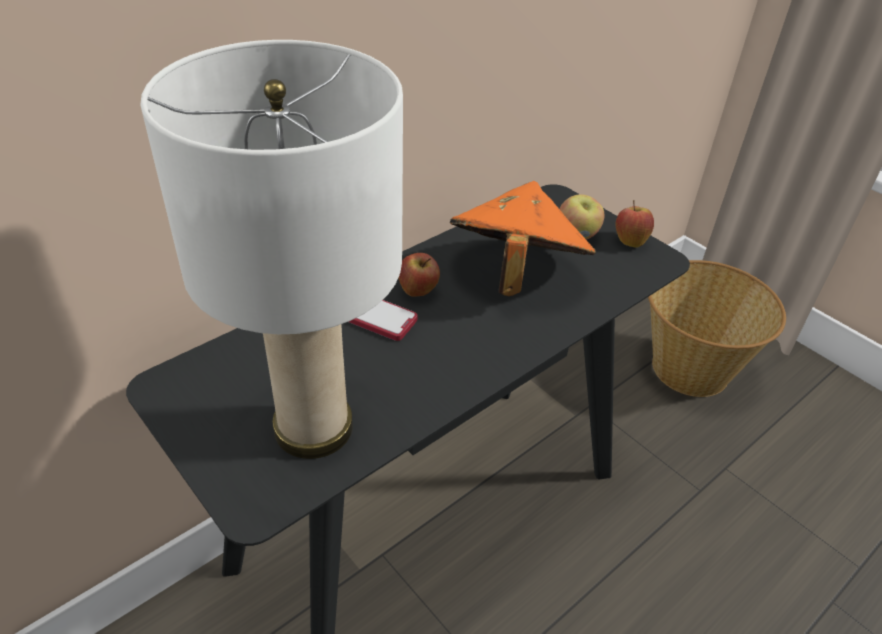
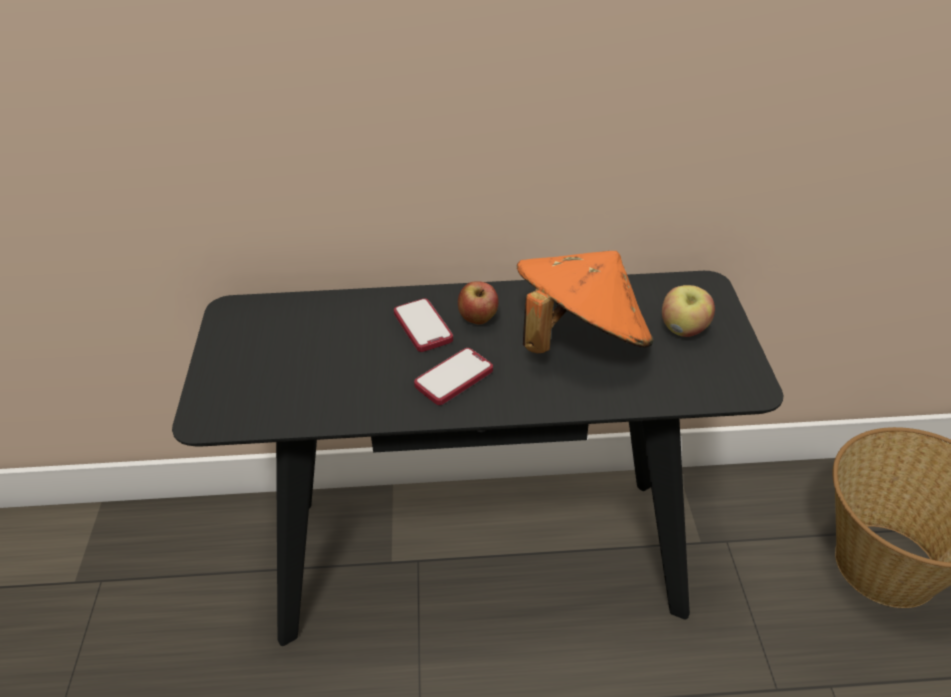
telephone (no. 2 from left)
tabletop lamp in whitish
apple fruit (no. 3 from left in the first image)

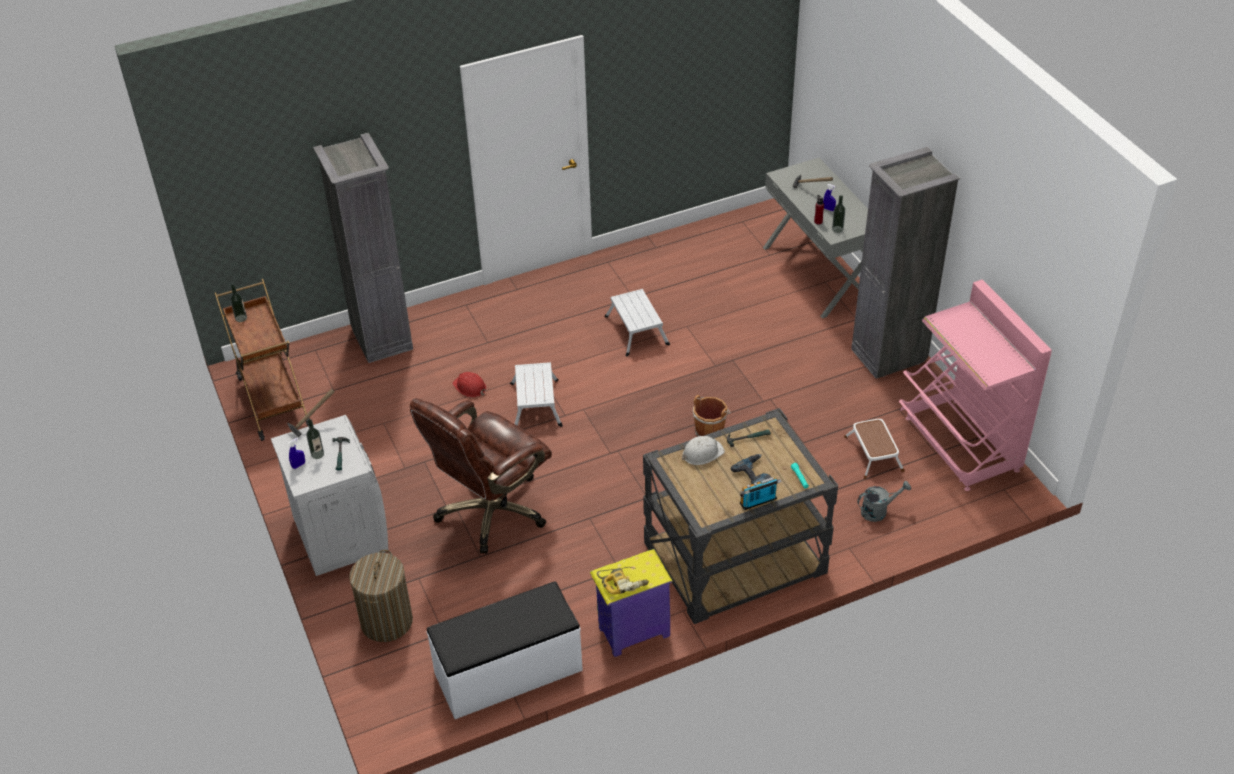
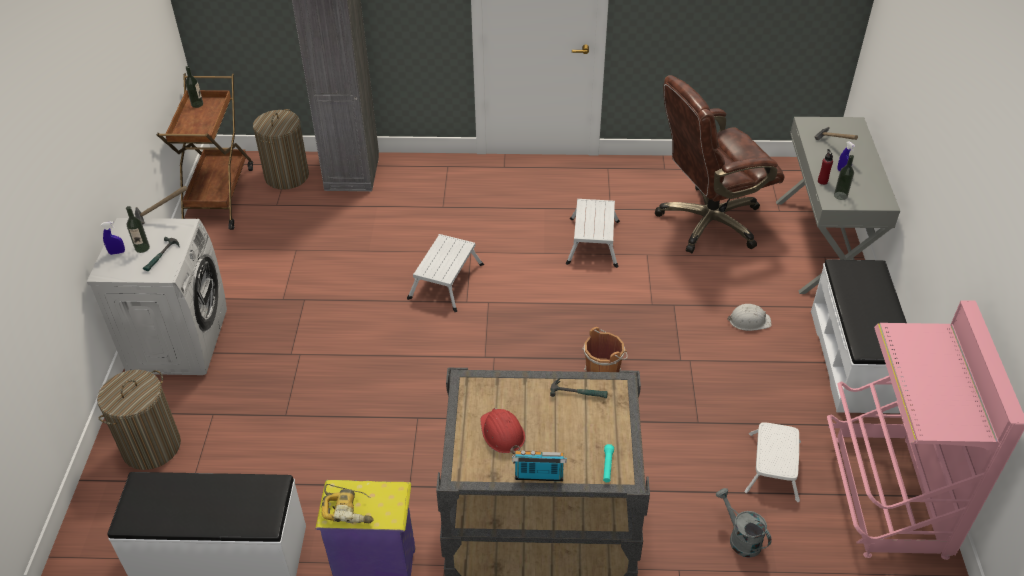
hamper (no. 2 from left)
hard hat in red-coloured
computer chair in brown-coloured
sprinkling can in gray
hard hat in whitish
step stool in whitish (no. 3 from left)
long seat in whitish (no. 2 from left)
electric drill (no. 2 from left in the first image)

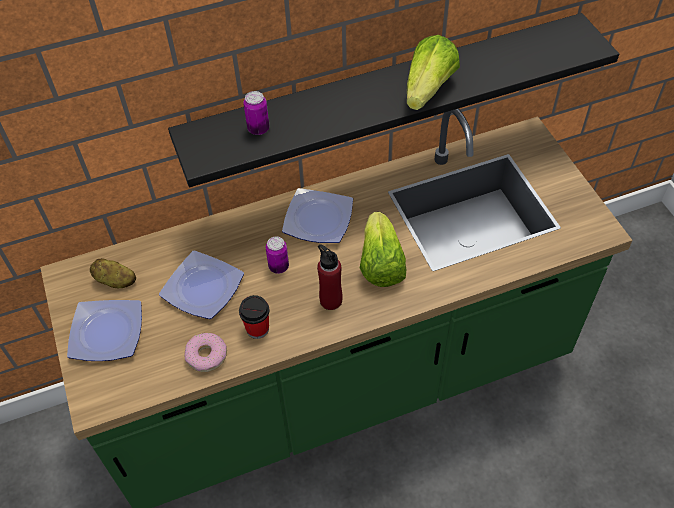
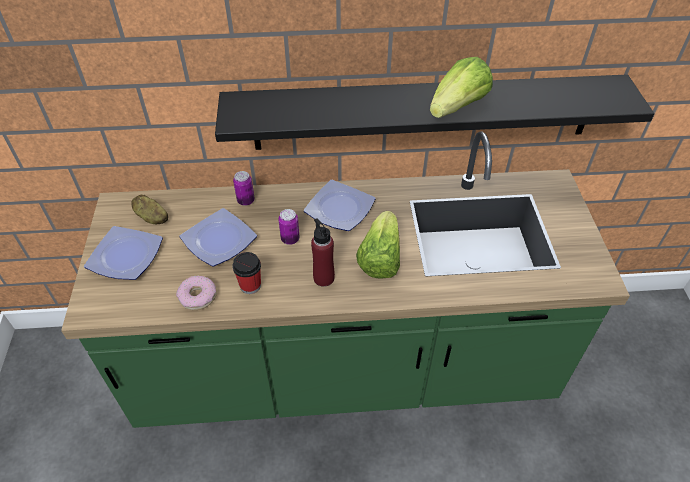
can (no. 1 from left)

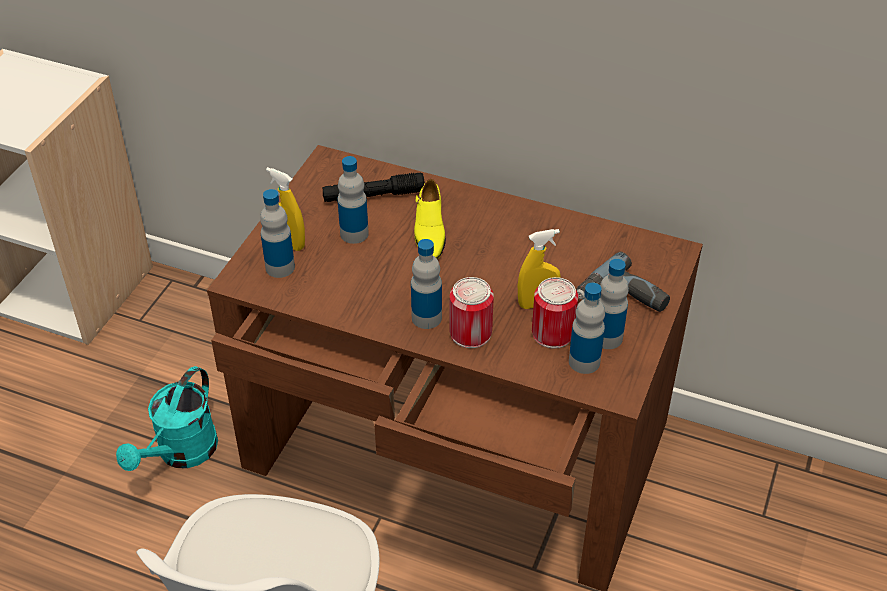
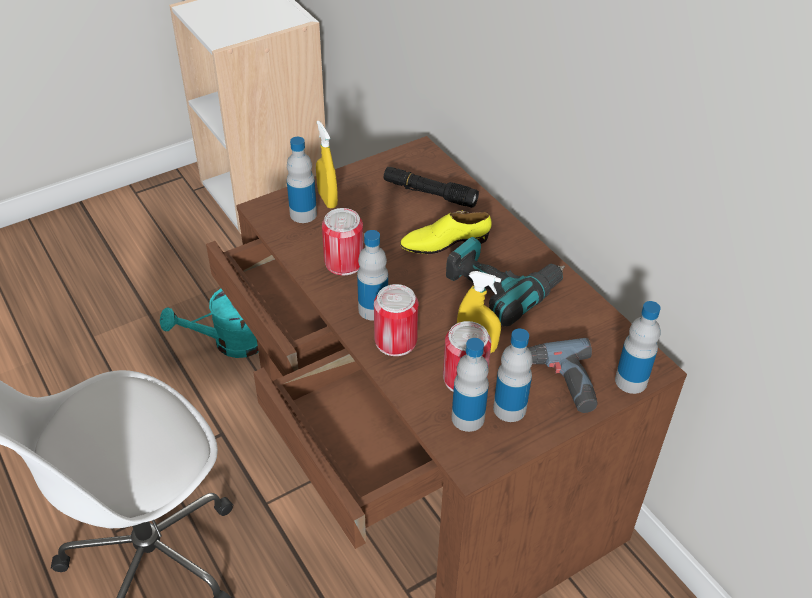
can (no. 1 from left)
shoe in yellowish
electric drill (no. 1 from left)
drink bottle (no. 5 from left)

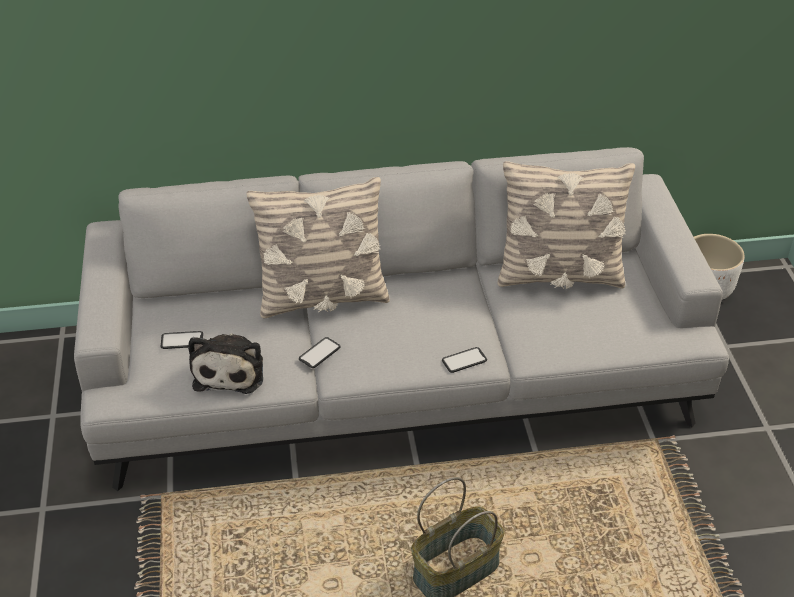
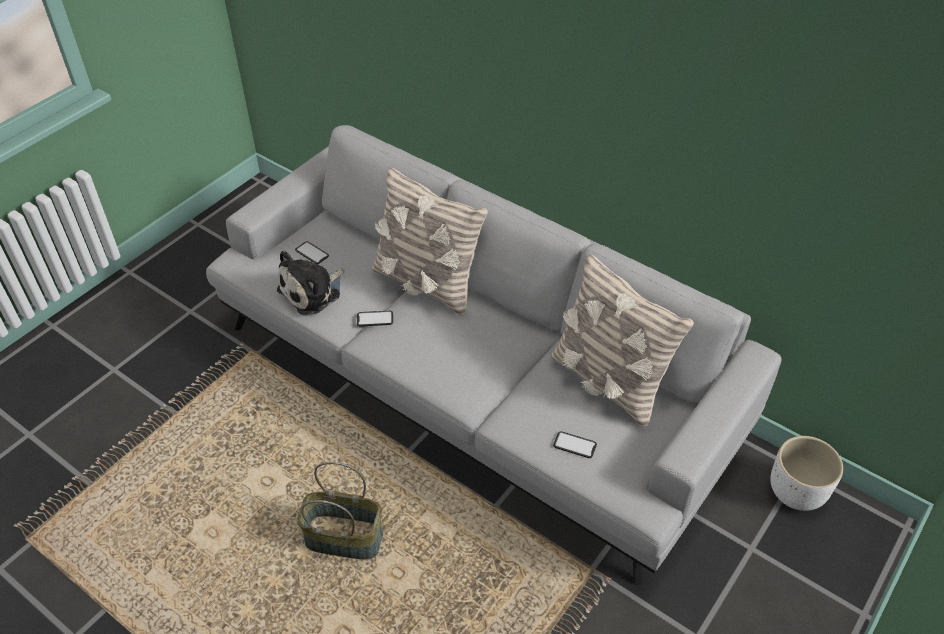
telephone (no. 3 from left)

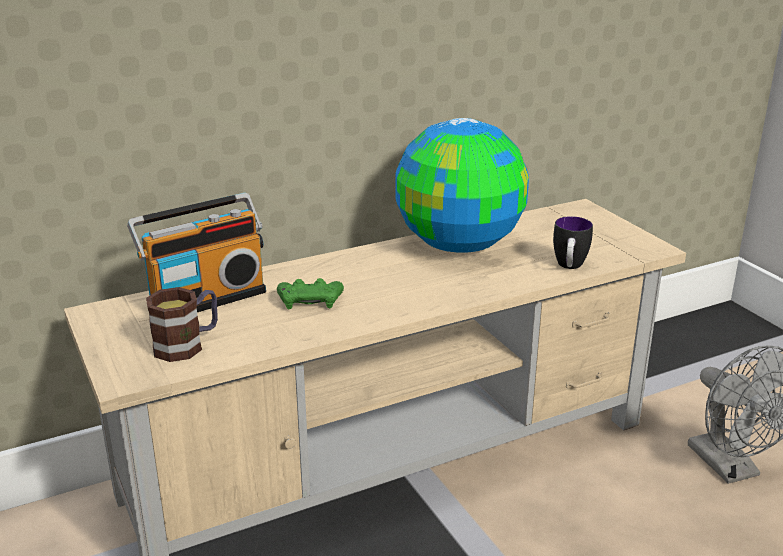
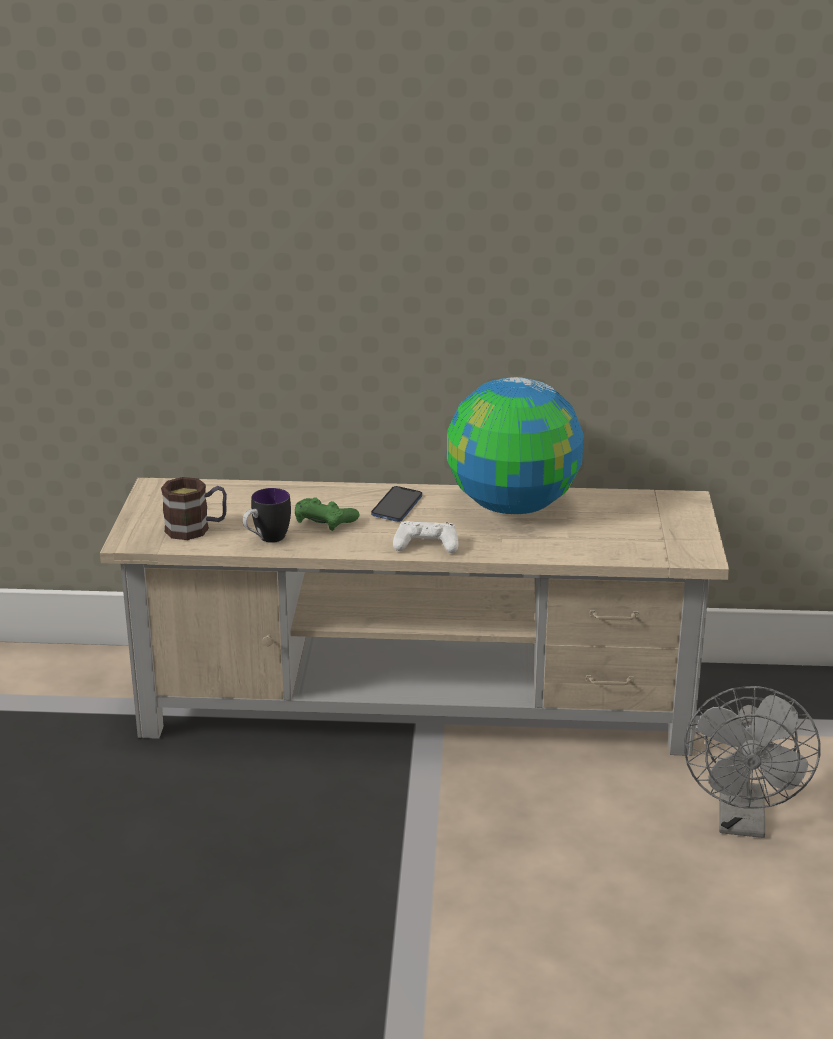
mug (no. 2 from left)
telephone
gamepad in whitish
radio

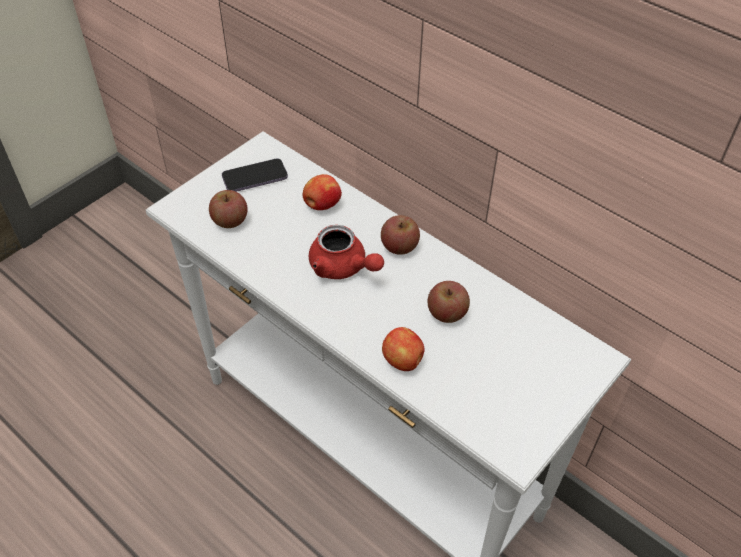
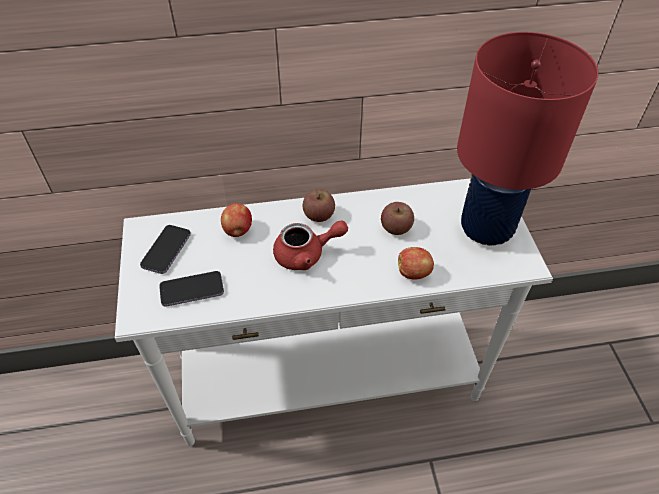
telephone (no. 2 from left)
tabletop lamp in red-coloured

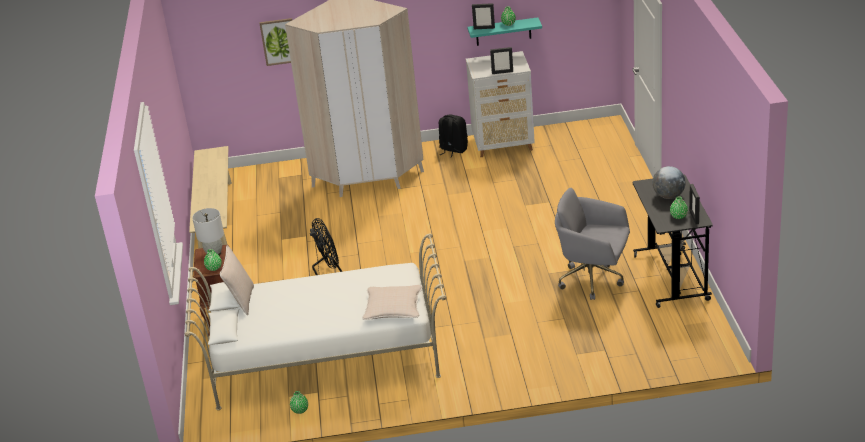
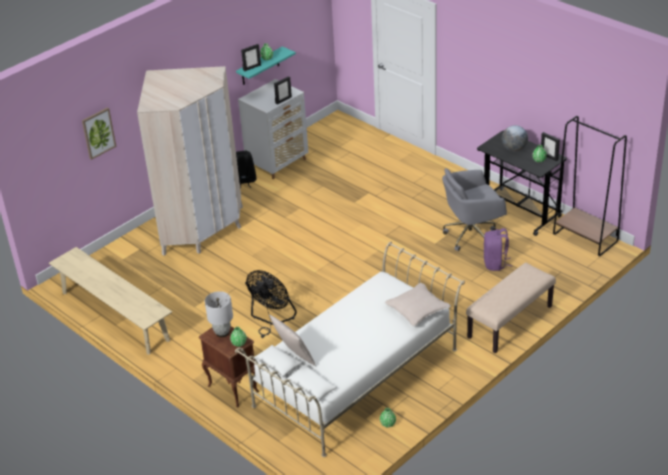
long seat in beige (no. 2 from left)
knapsack in purple-coloured
garment rack

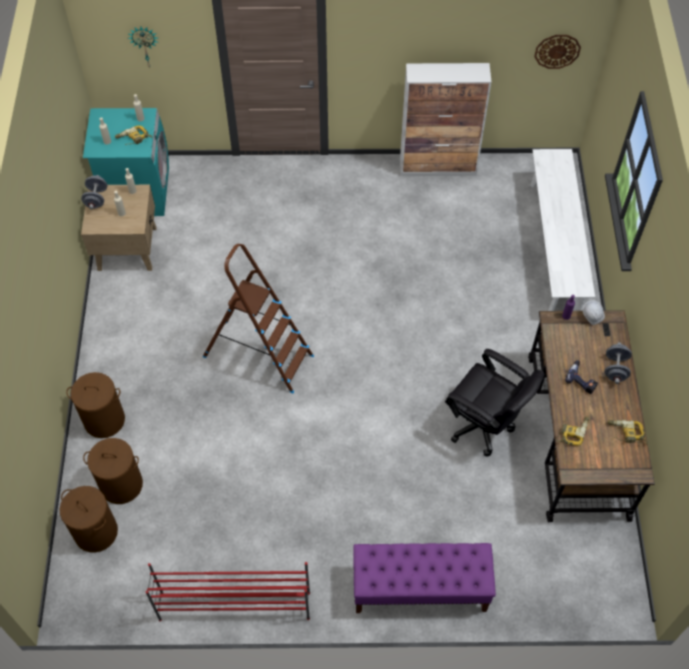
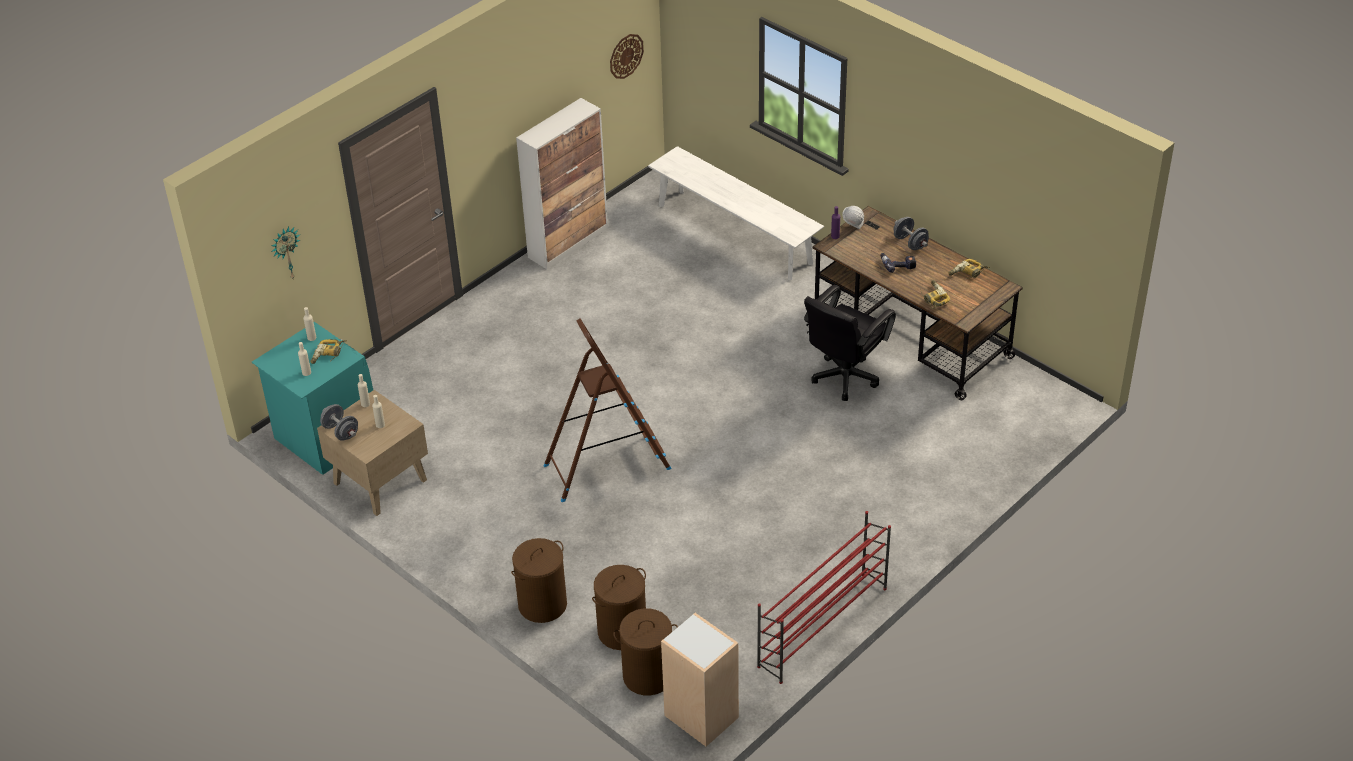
bookcase
computer chair in blackish
long seat in purple-coloured

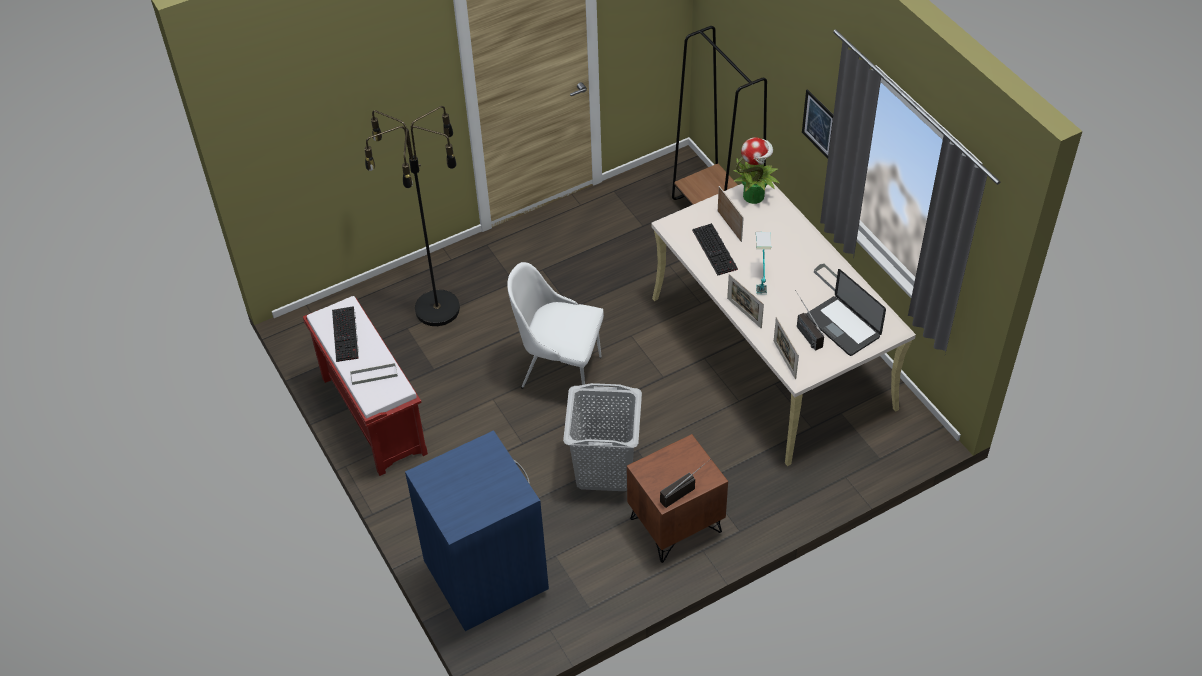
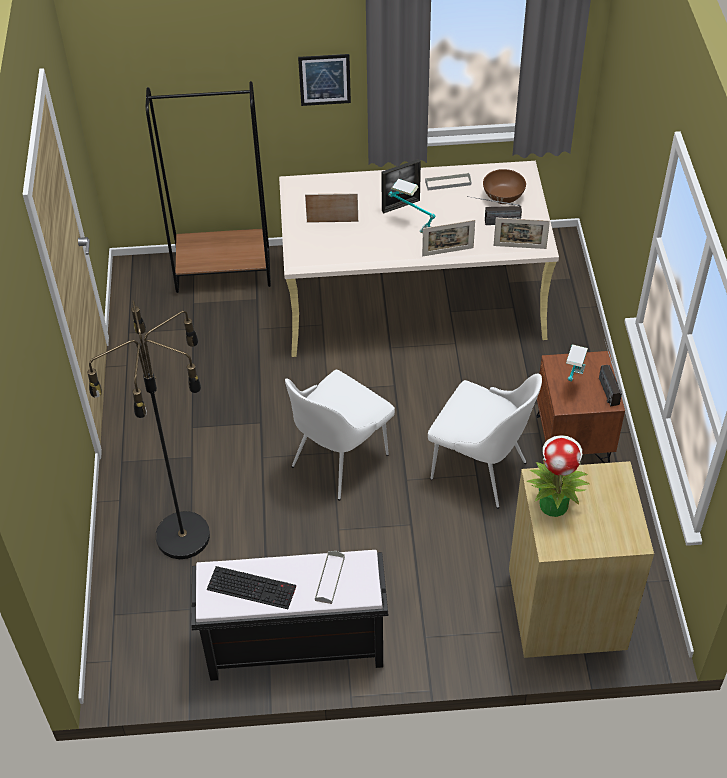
long seat in blackish
standing frame (no. 2 from left)
plain chair in whitish (no. 2 from left)
serving bowl in brown-coloured
dresser in brown-coloured
plant in a pot
tabletop lamp (no. 2 from left)
computer keyboard (no. 2 from left in the first image)

